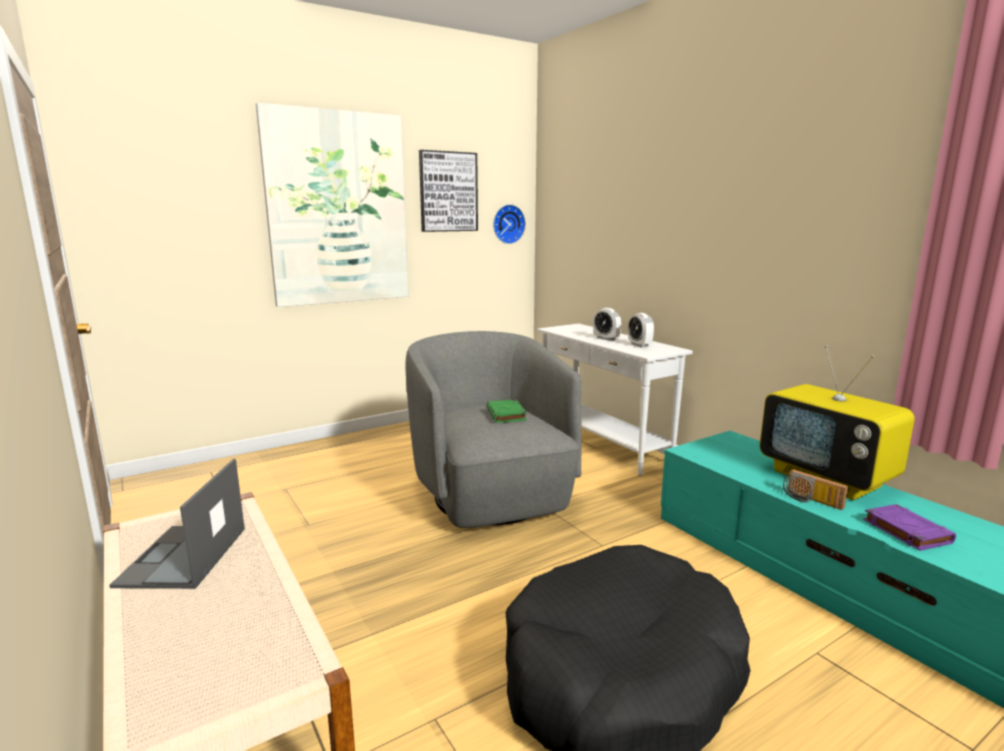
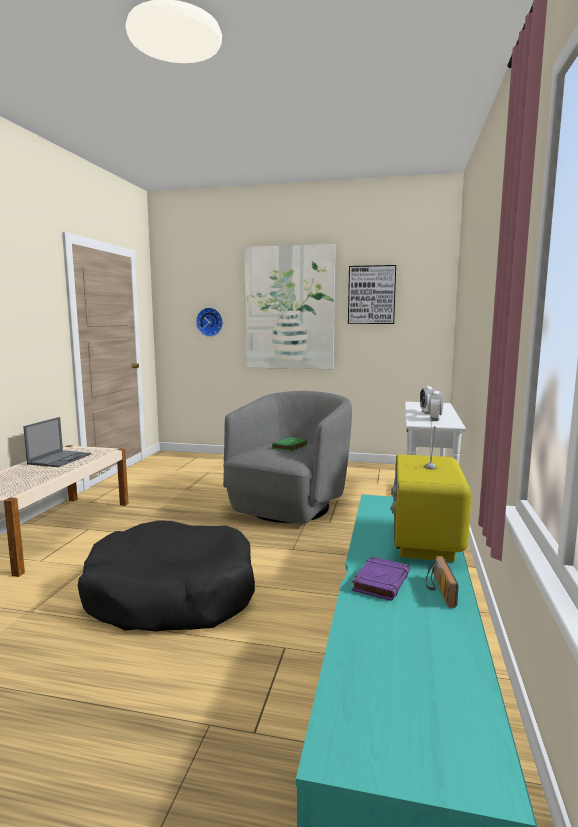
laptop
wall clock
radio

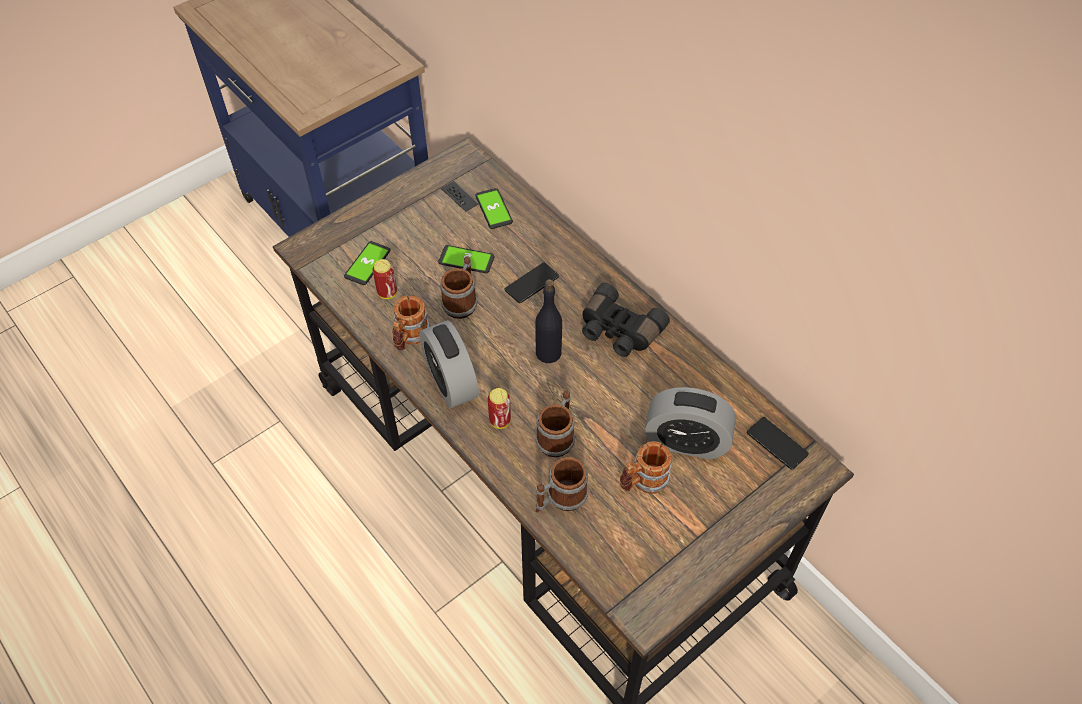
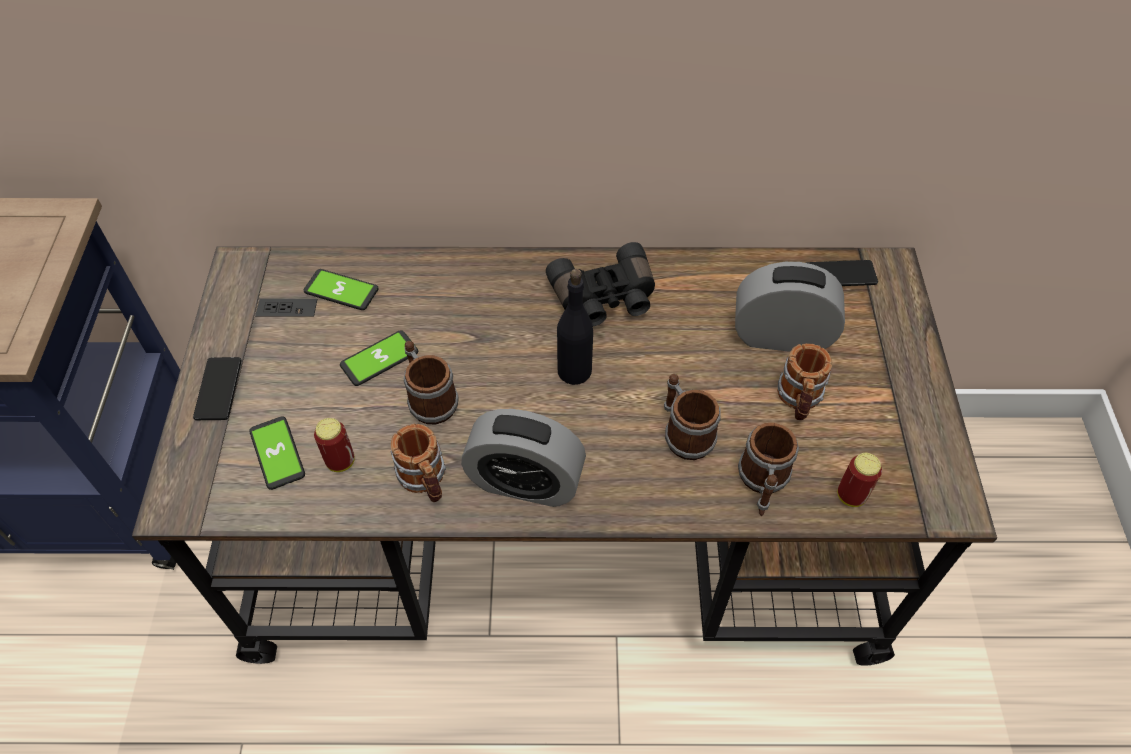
telephone (no. 1 from left)
table clock (no. 2 from left)
can (no. 2 from left)

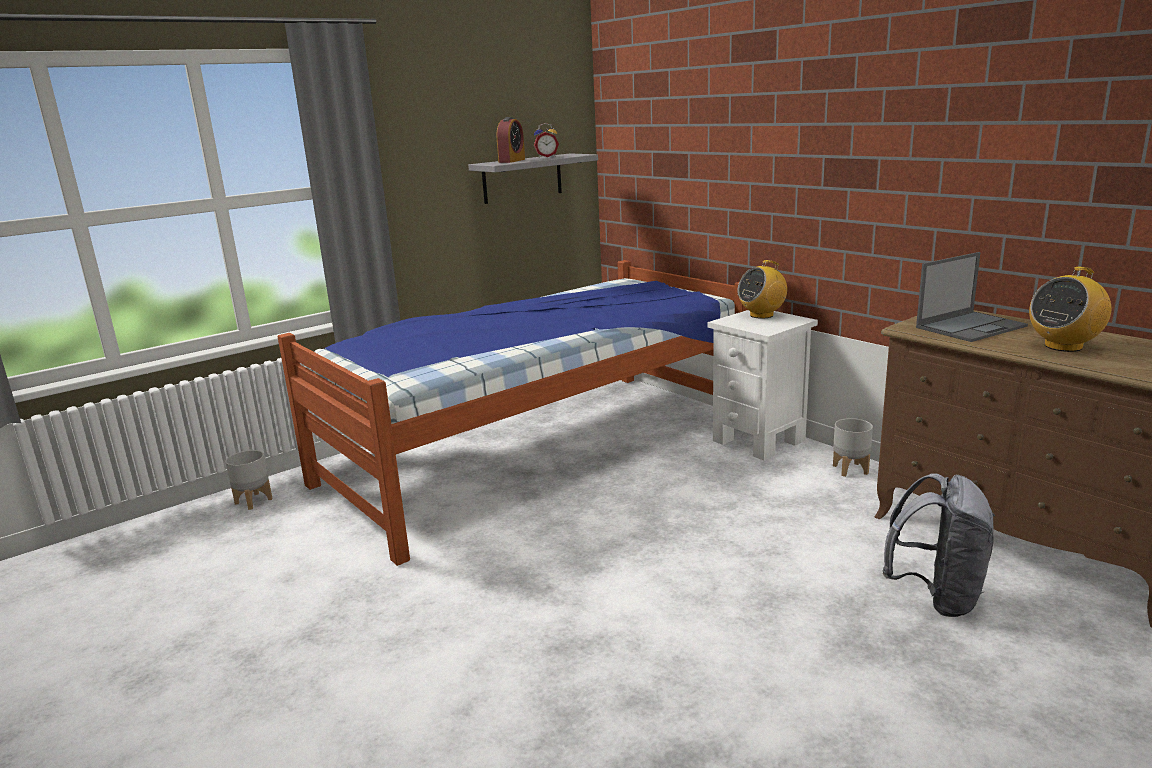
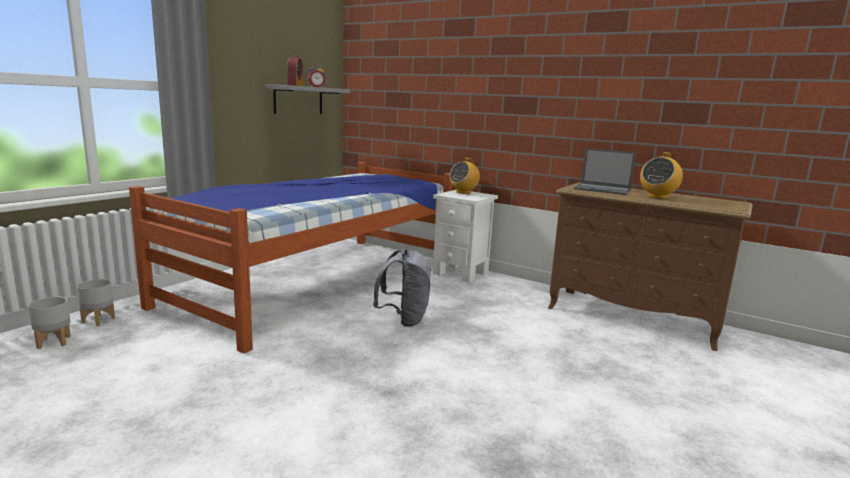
planter in gray (no. 1 from left)
knapsack in gray
laptop

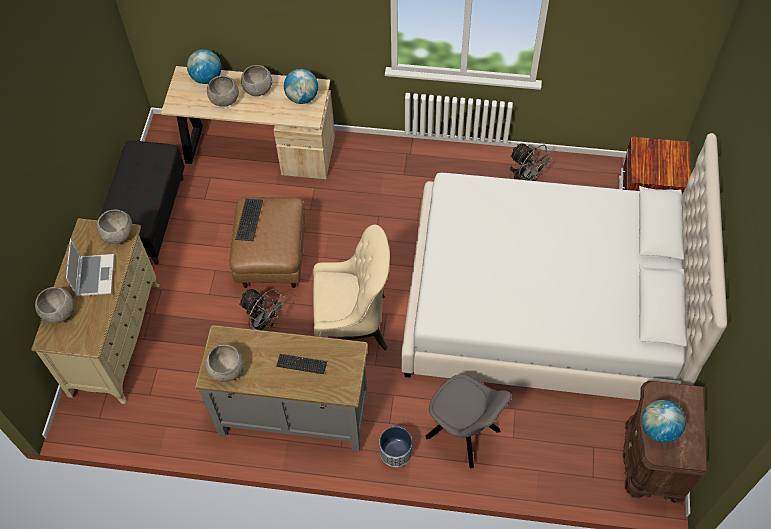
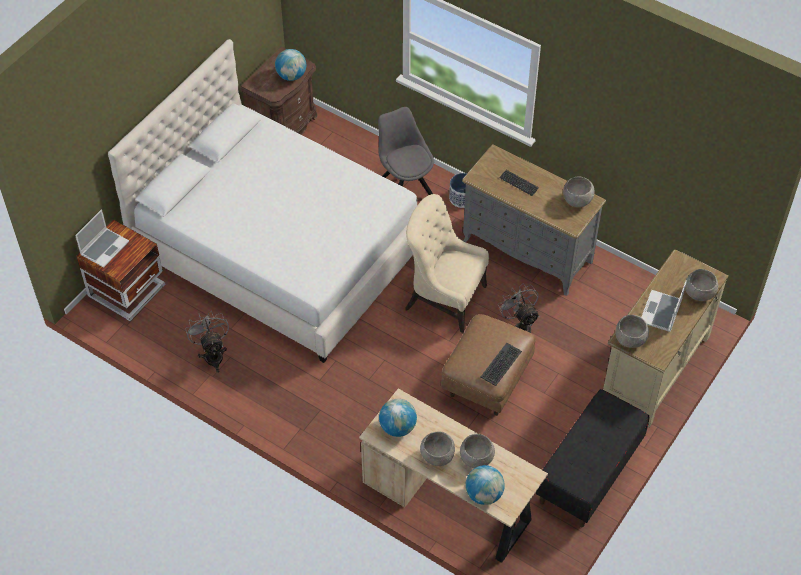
laptop (no. 1 from left)

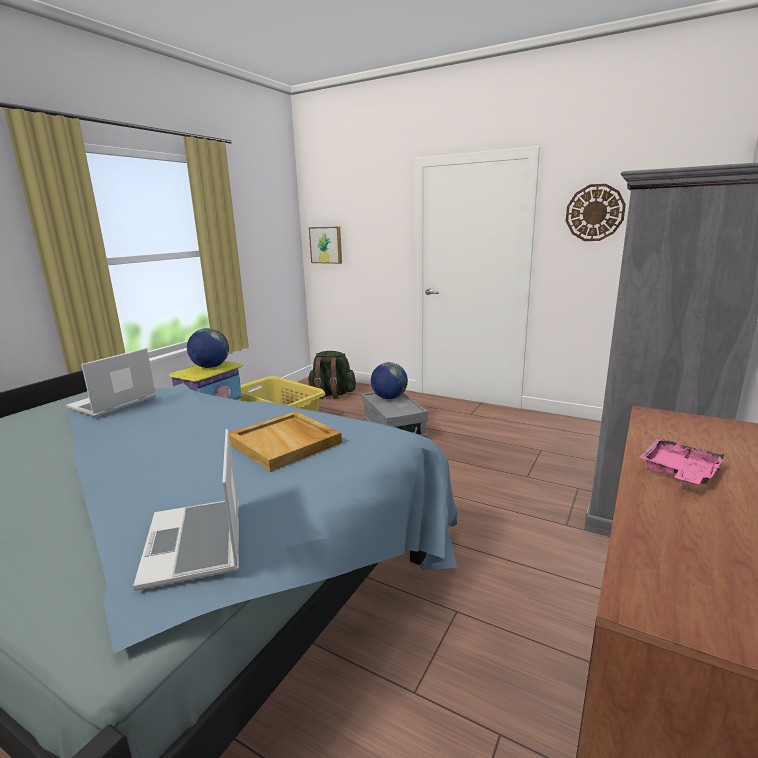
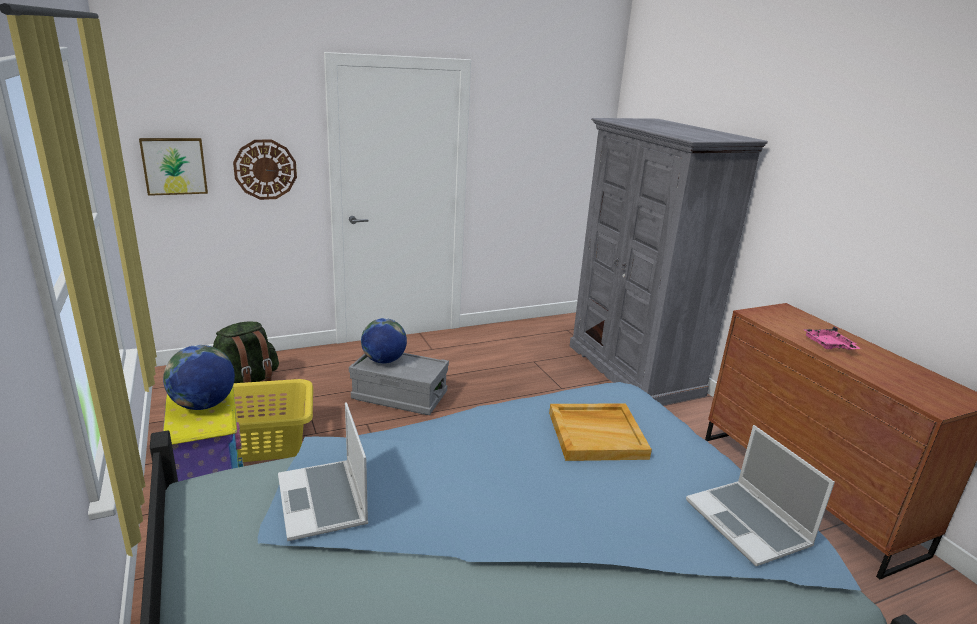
wall clock
laptop (no. 2 from left)

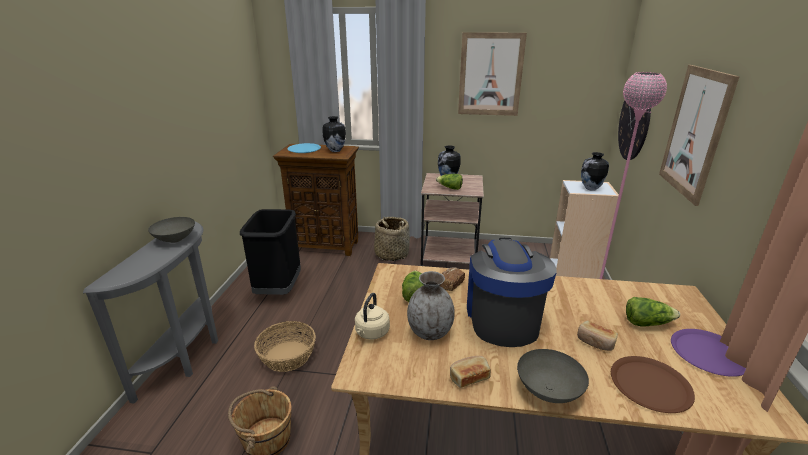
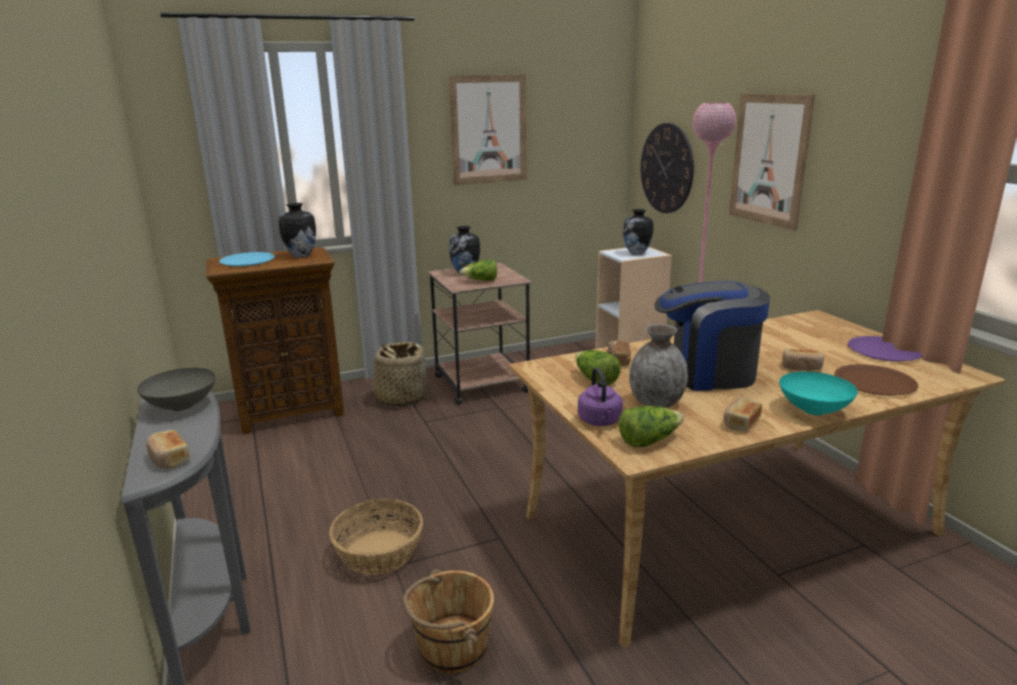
baked bread (no. 1 from left)
kettle in purple-coloured
lettuce (no. 3 from left)
coffee machine
serving bowl in turquoise-coloured
waste bin in blackish

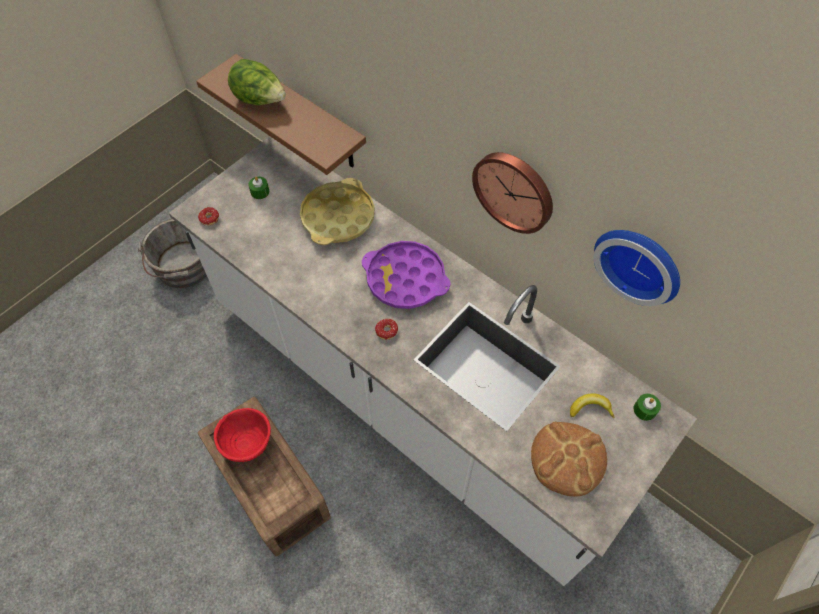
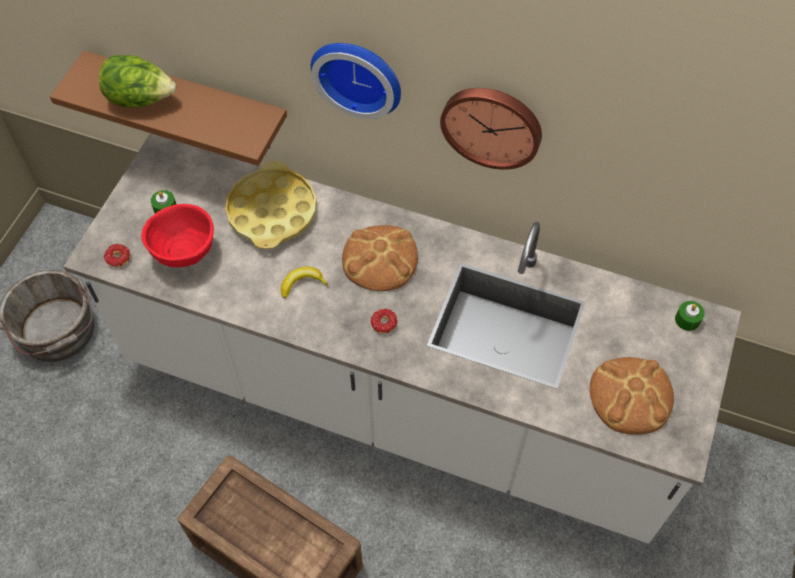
serving bowl in red-coloured
whole banana
wall clock (no. 1 from left)
baked bread (no. 1 from left)

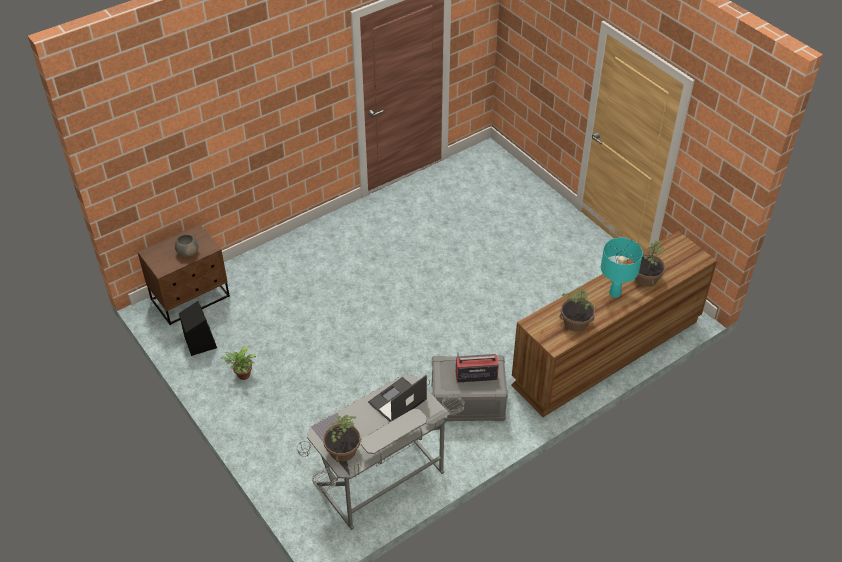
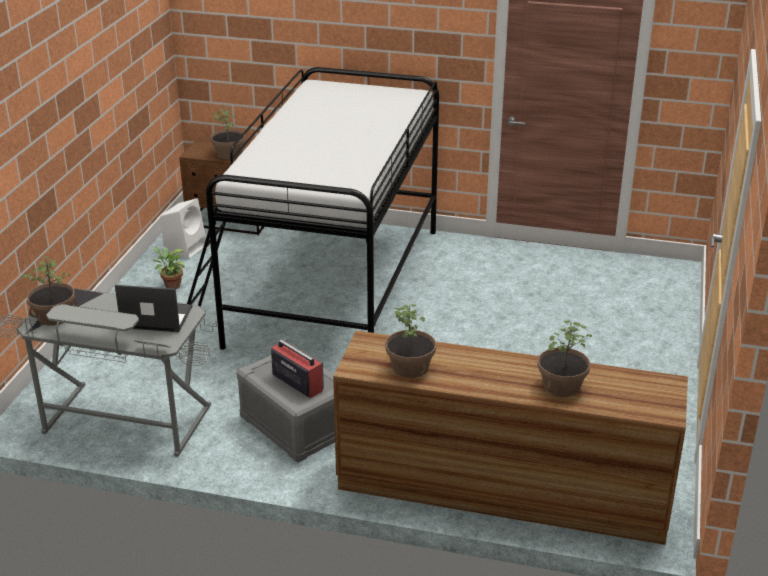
loudspeaker in whitish
bed in blackish
plant in a pot (no. 3 from left)
tabletop lamp in turquoise-coloured

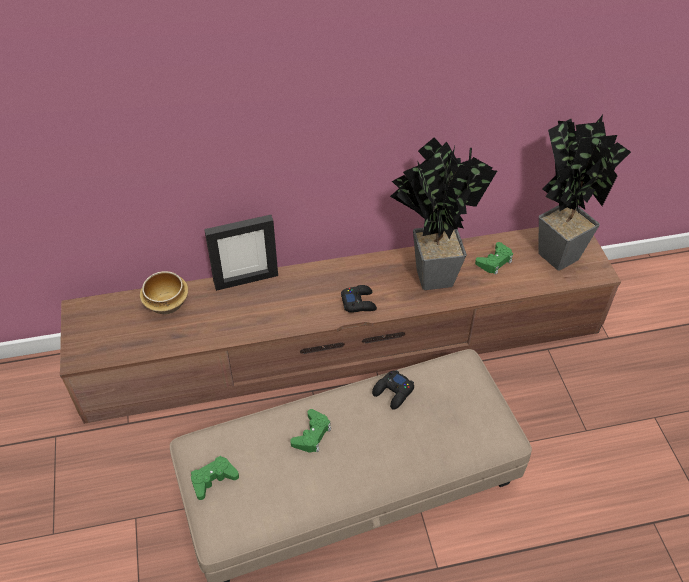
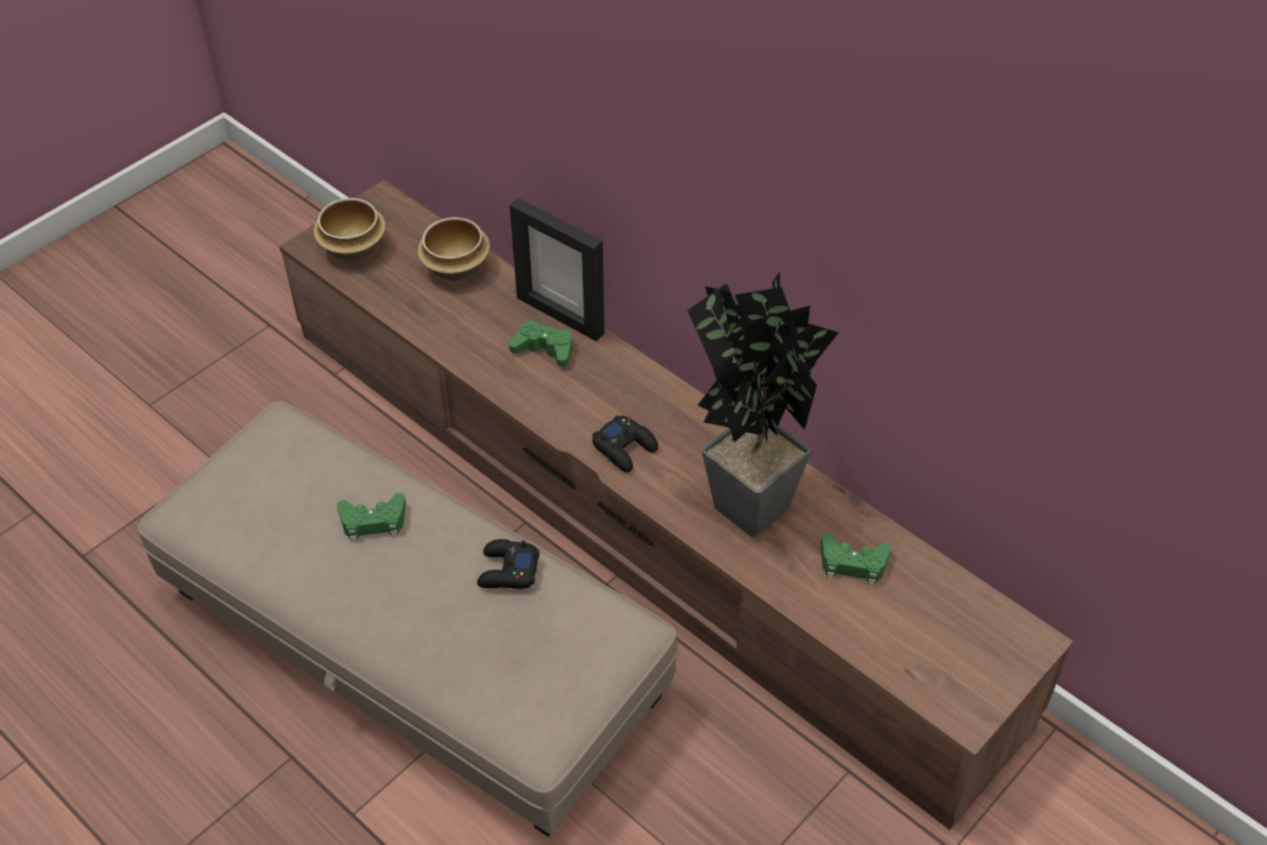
serving bowl (no. 1 from left)
gamepad in greenish (no. 2 from left)
plant in a pot (no. 2 from left in the first image)

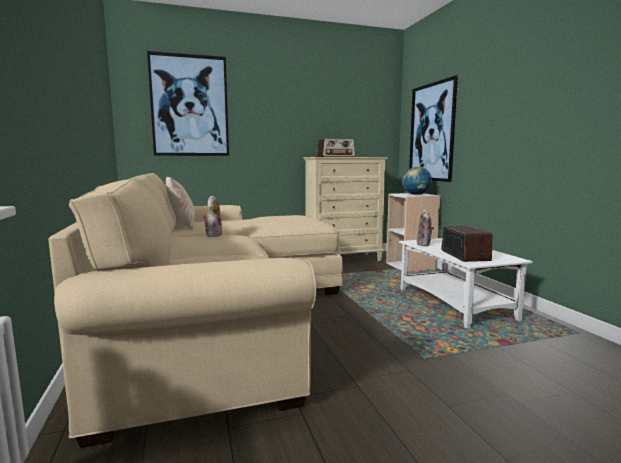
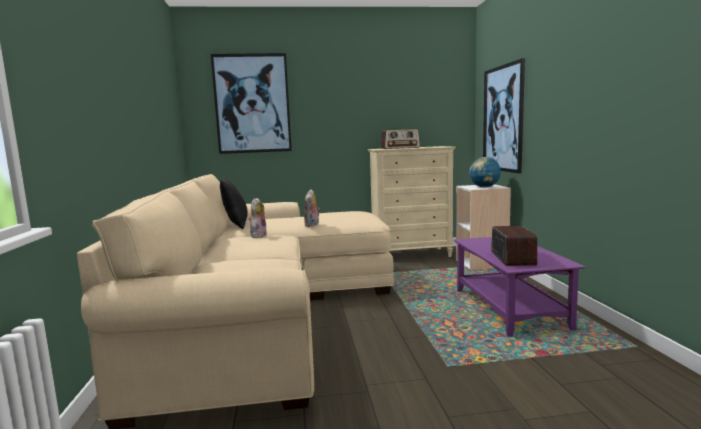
cushion in blackish
cuddly toy (no. 2 from left)
coffee table in purple-coloured

